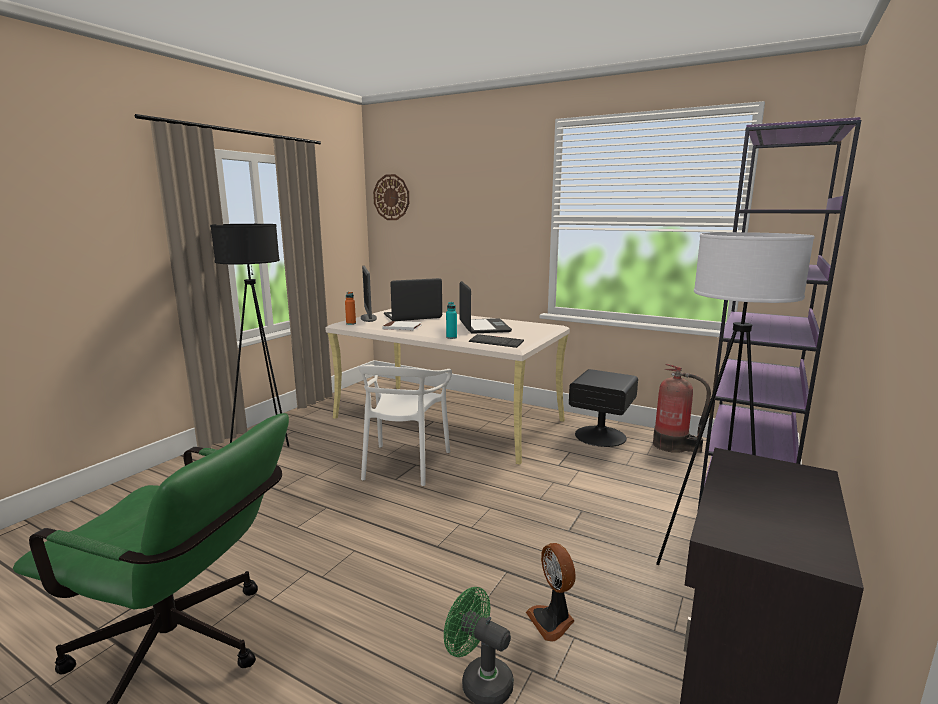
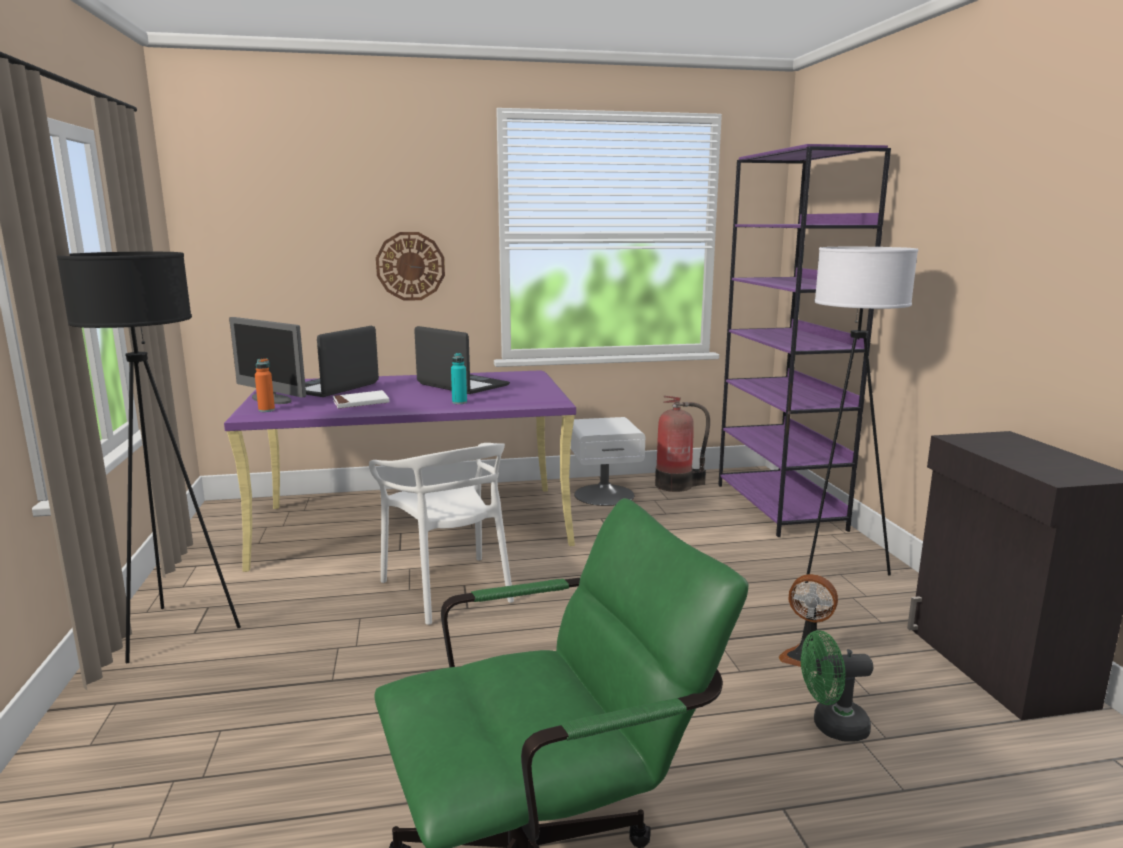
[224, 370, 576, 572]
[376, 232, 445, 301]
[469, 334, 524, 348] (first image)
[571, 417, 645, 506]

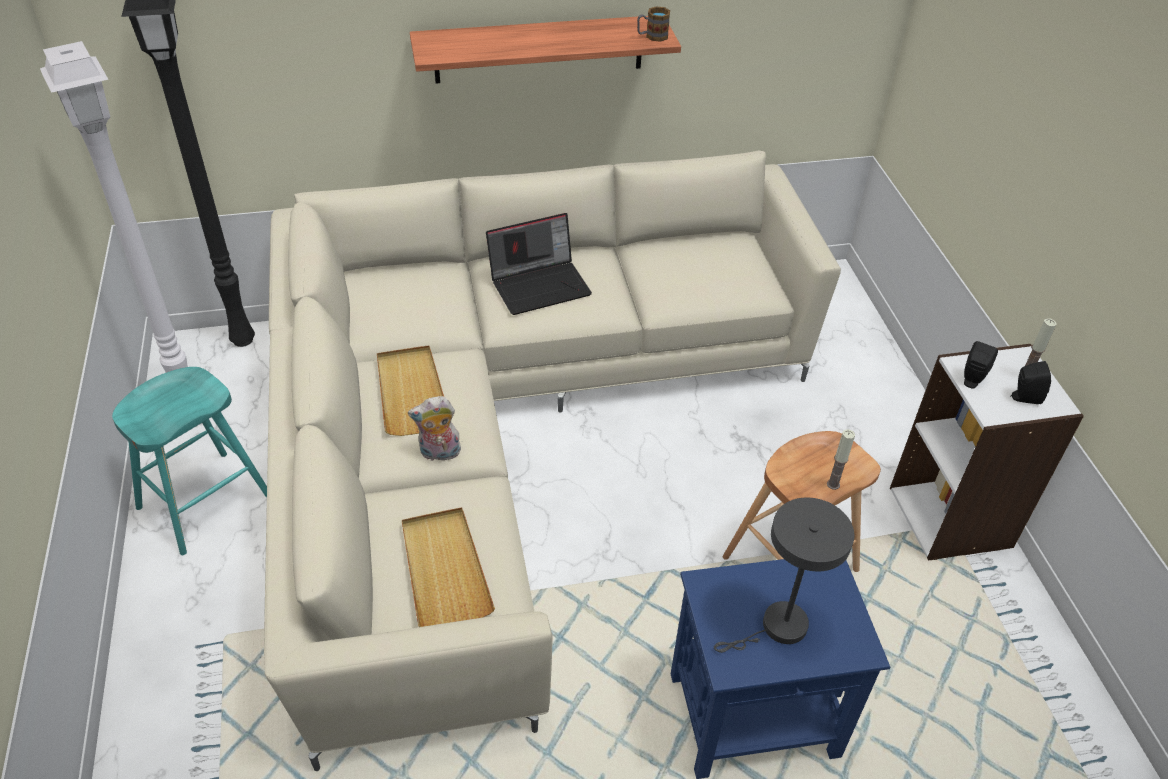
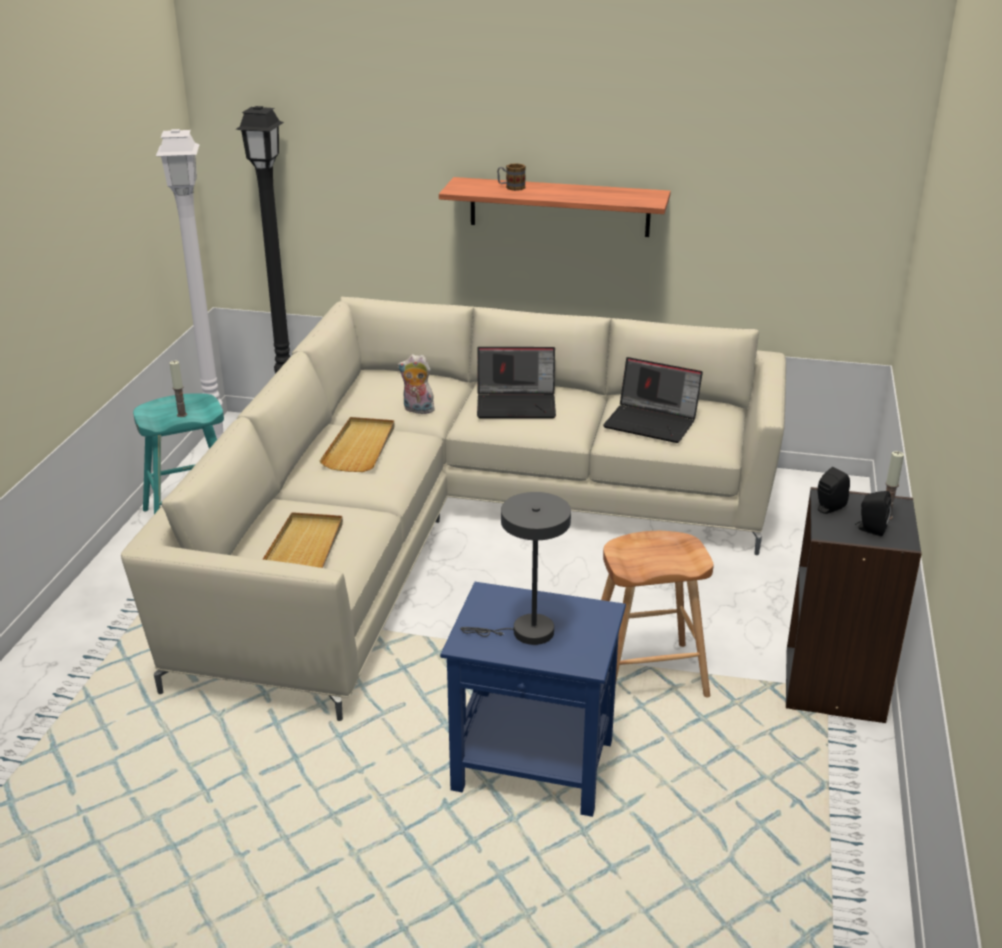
[397, 354, 435, 414]
[497, 163, 526, 191]
[169, 361, 187, 417]
[786, 487, 922, 723]
[603, 357, 703, 443]

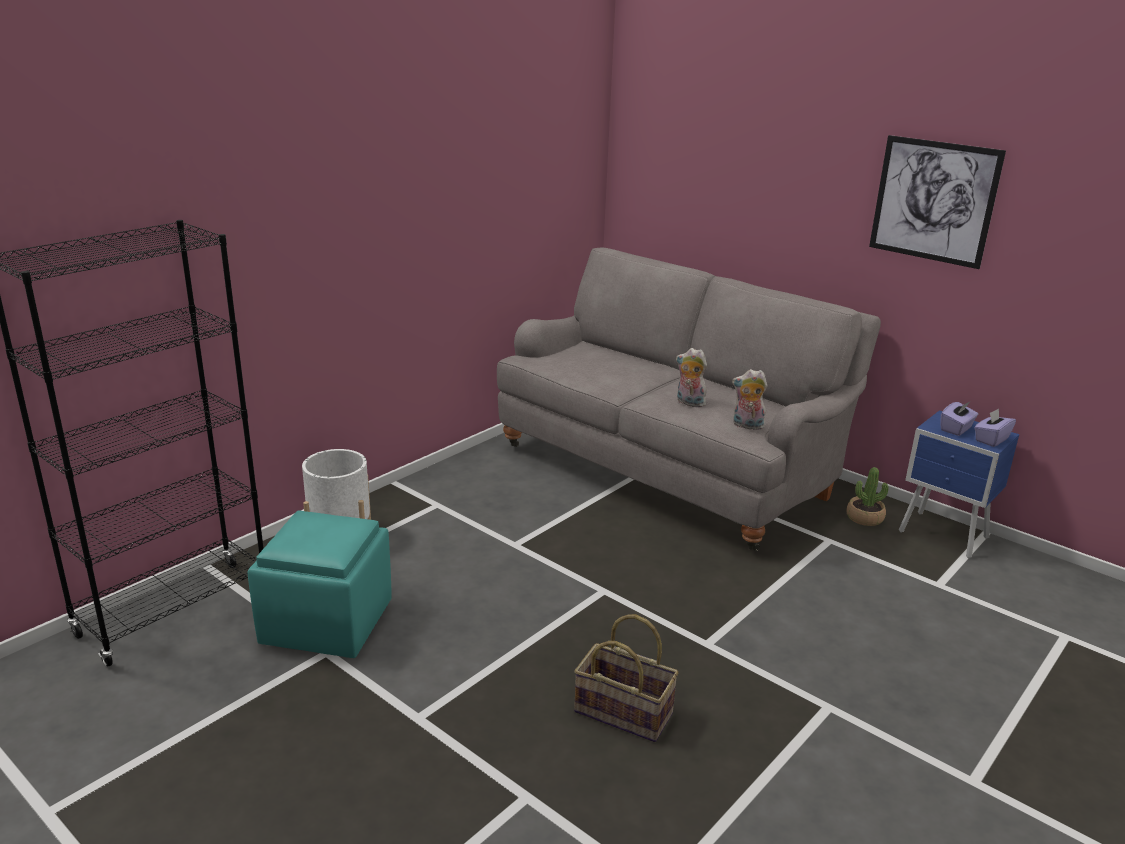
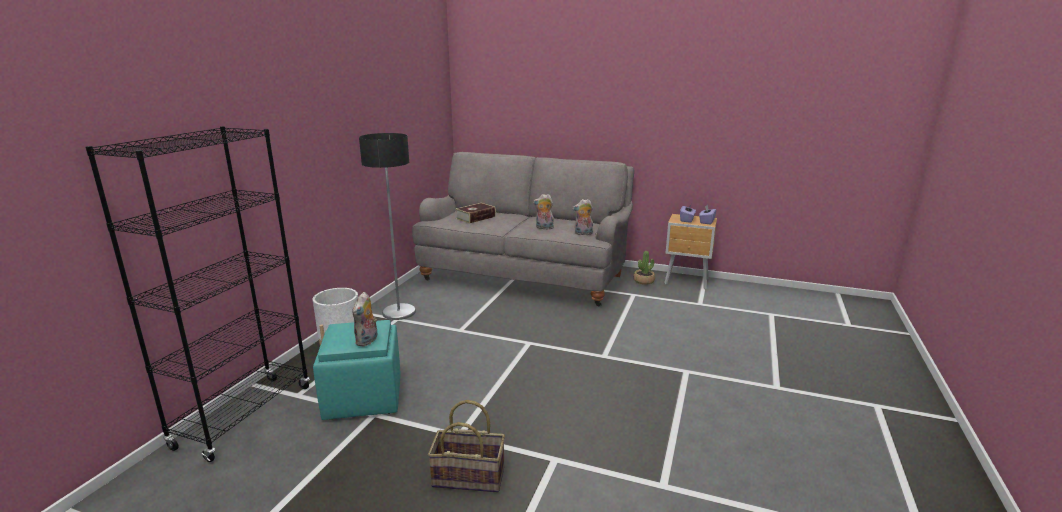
[428, 400, 505, 492]
[869, 135, 1006, 269] (first image)
[664, 214, 717, 290]
[352, 292, 378, 346]
[359, 133, 416, 320]
[456, 203, 496, 224]

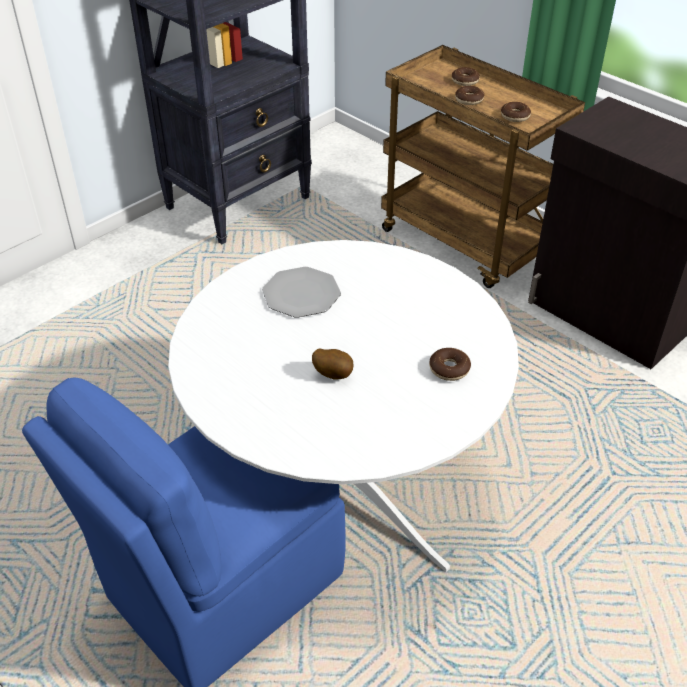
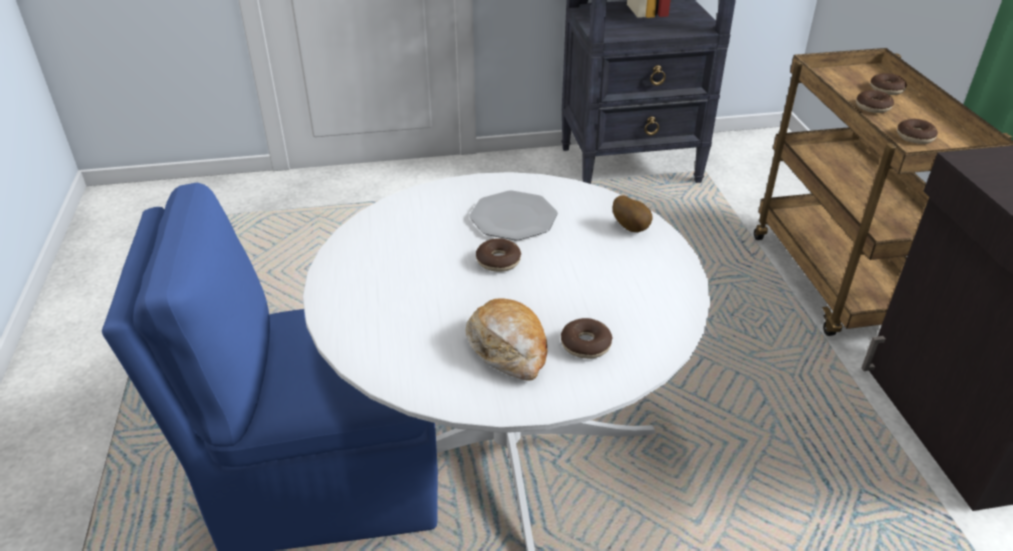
[612, 195, 653, 232]
[466, 298, 548, 381]
[476, 238, 521, 272]

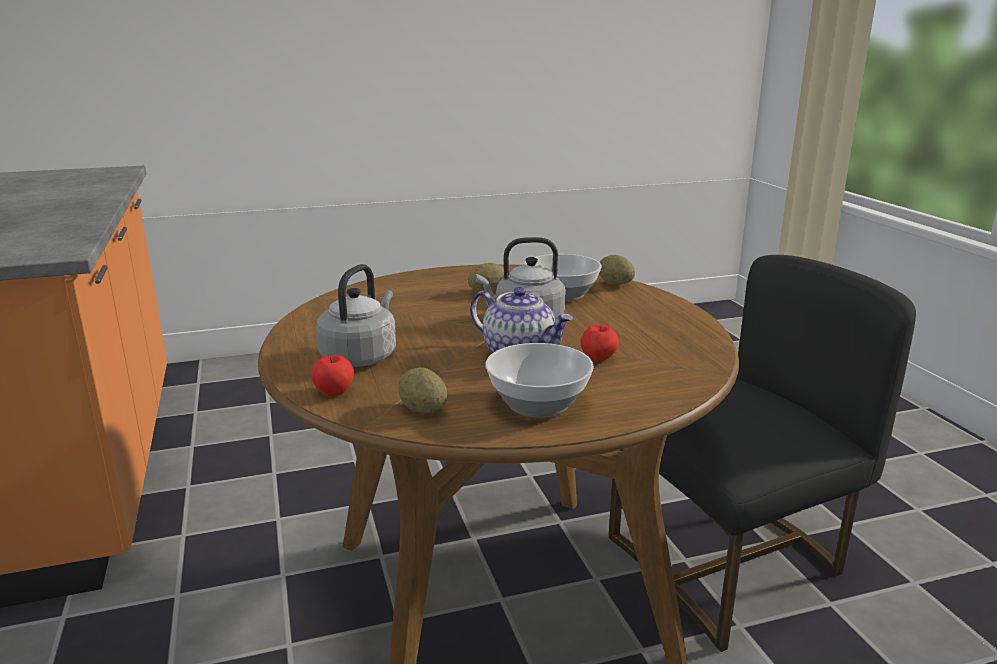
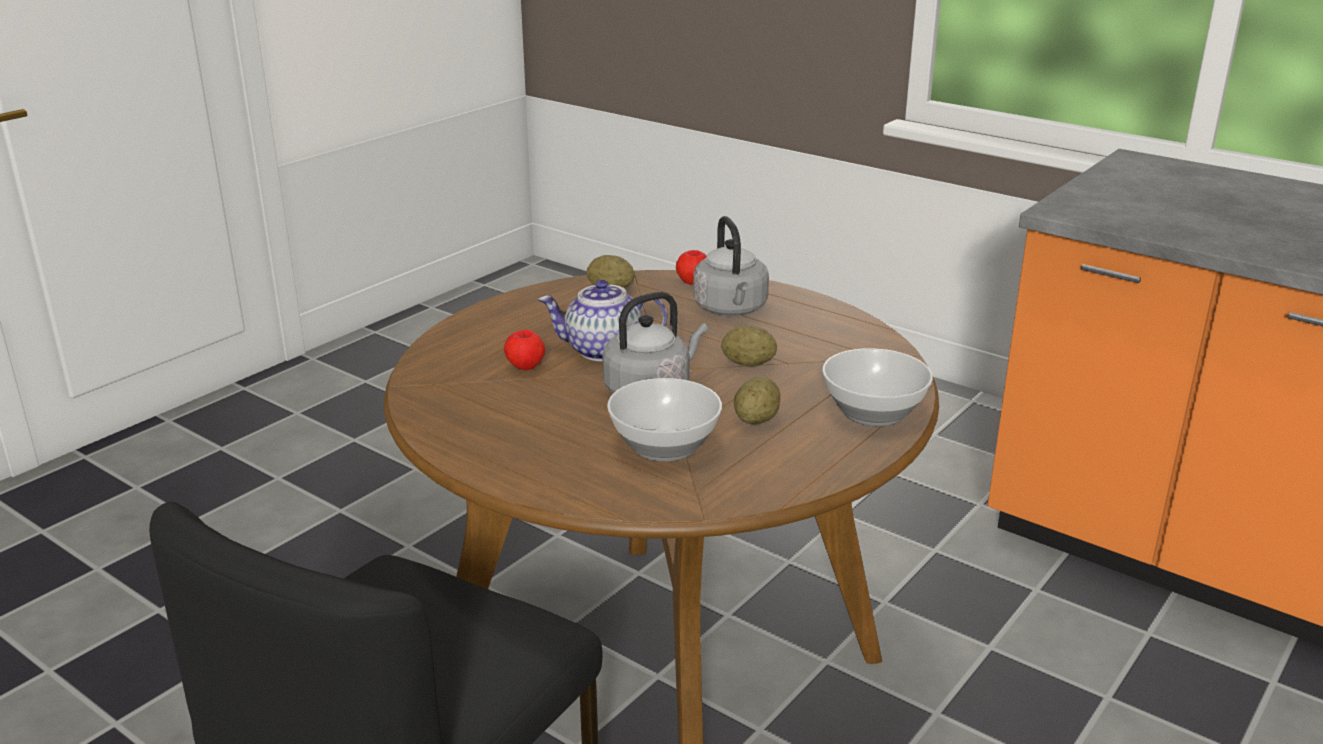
[822, 348, 933, 427]
[721, 325, 777, 367]

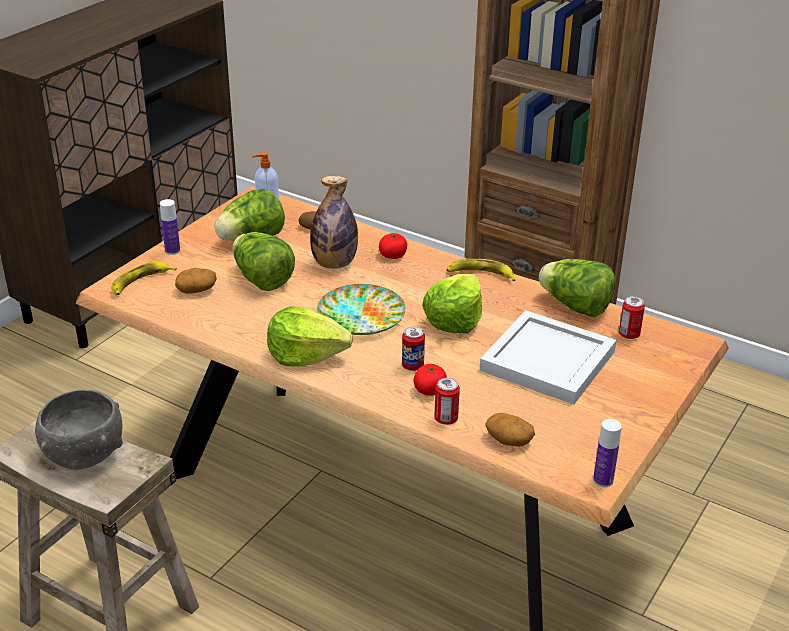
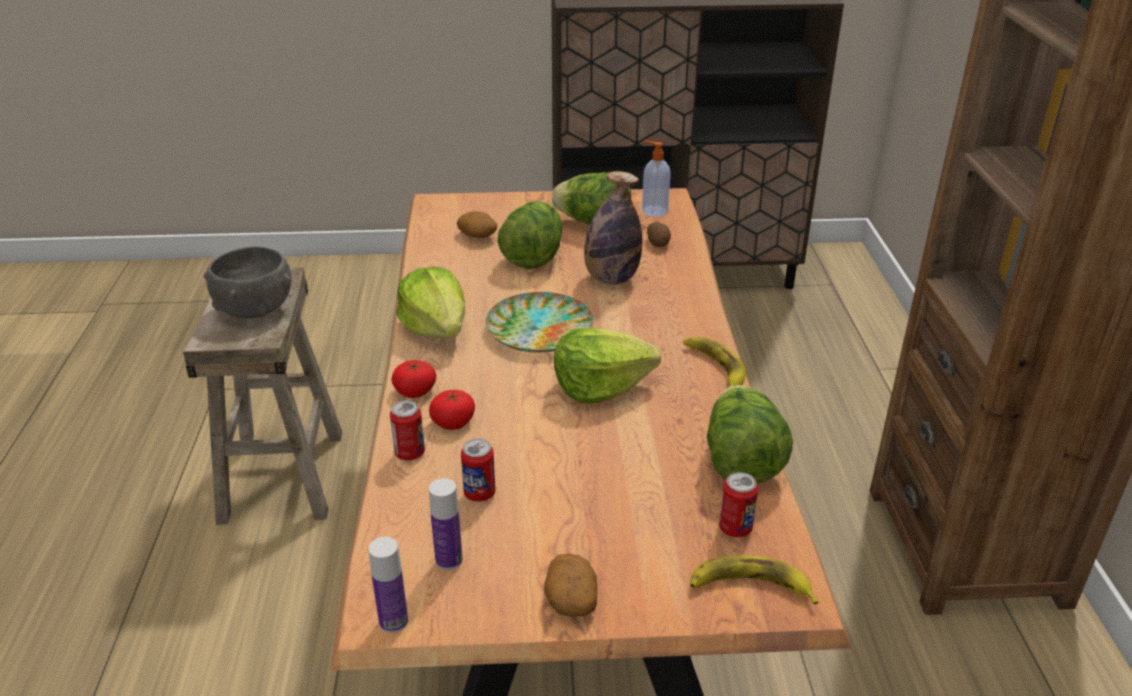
[690, 555, 819, 604]
[429, 478, 463, 570]
[392, 360, 436, 398]
[461, 439, 496, 502]
[480, 310, 616, 405] (first image)
[544, 554, 597, 617]

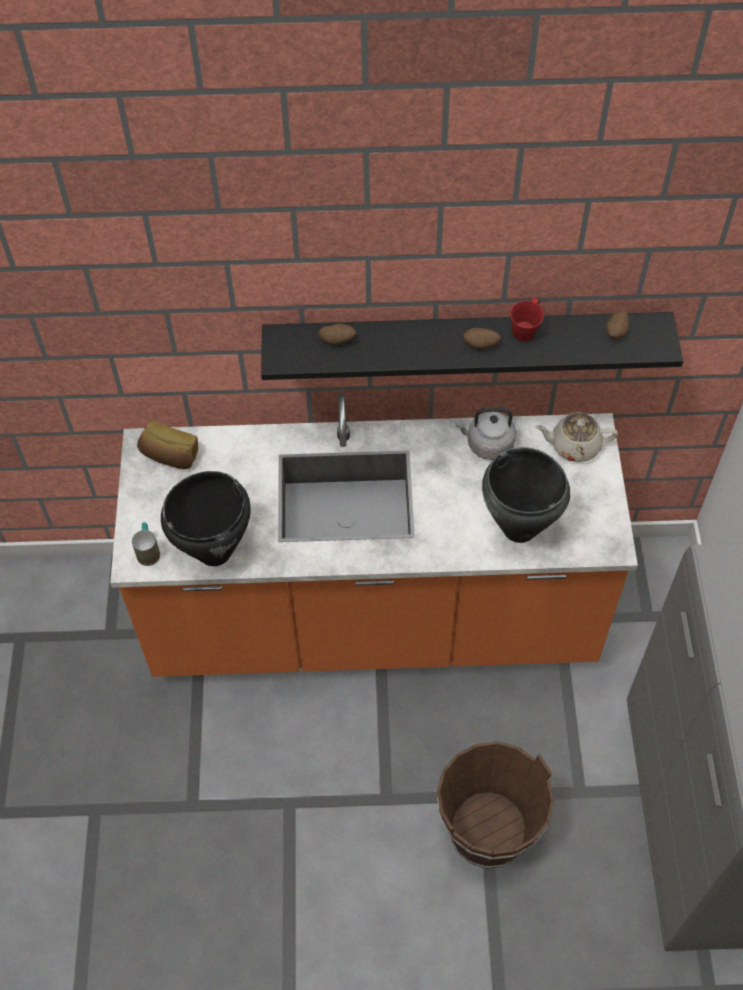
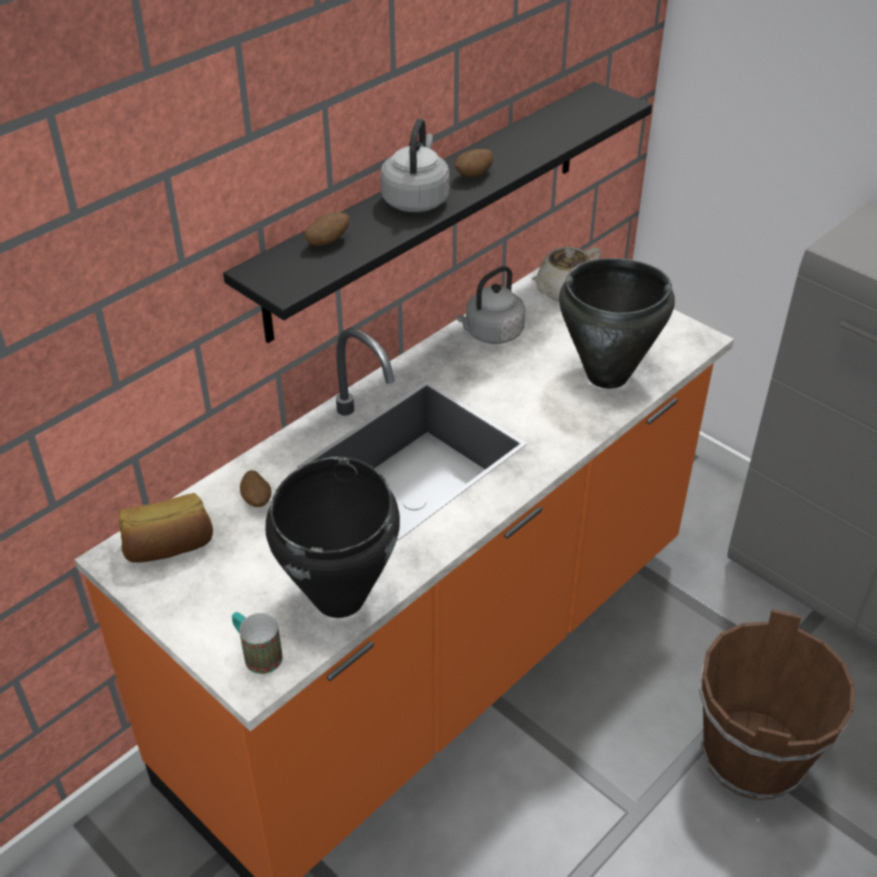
[510, 298, 544, 342] (first image)
[240, 470, 271, 507]
[380, 118, 449, 212]

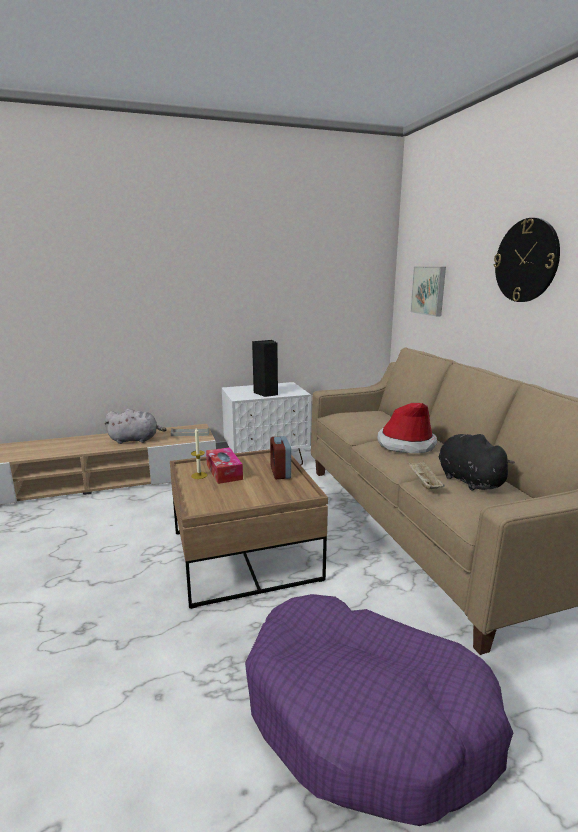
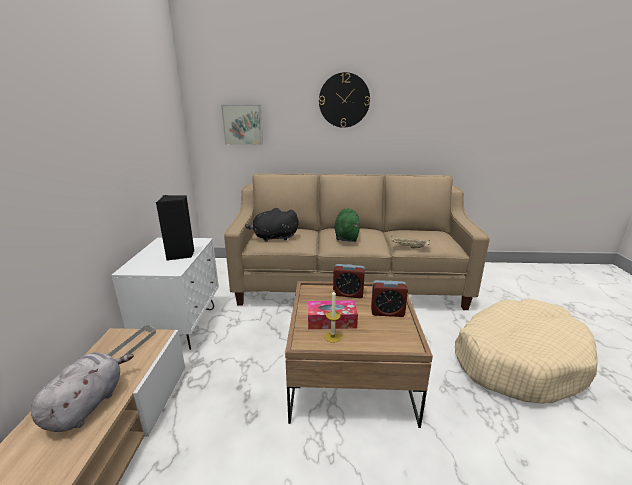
[455, 299, 598, 403]
[334, 208, 360, 242]
[245, 208, 299, 242]
[371, 280, 408, 317]

